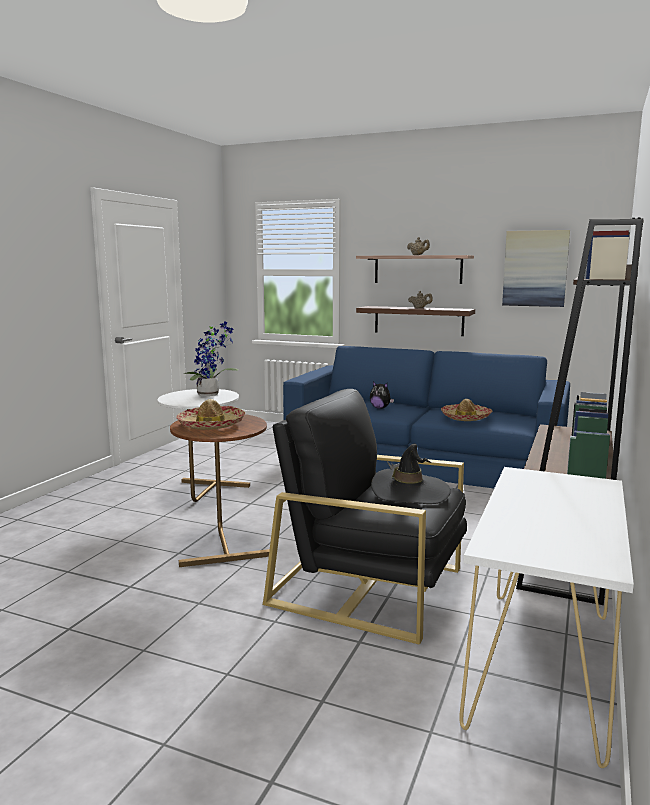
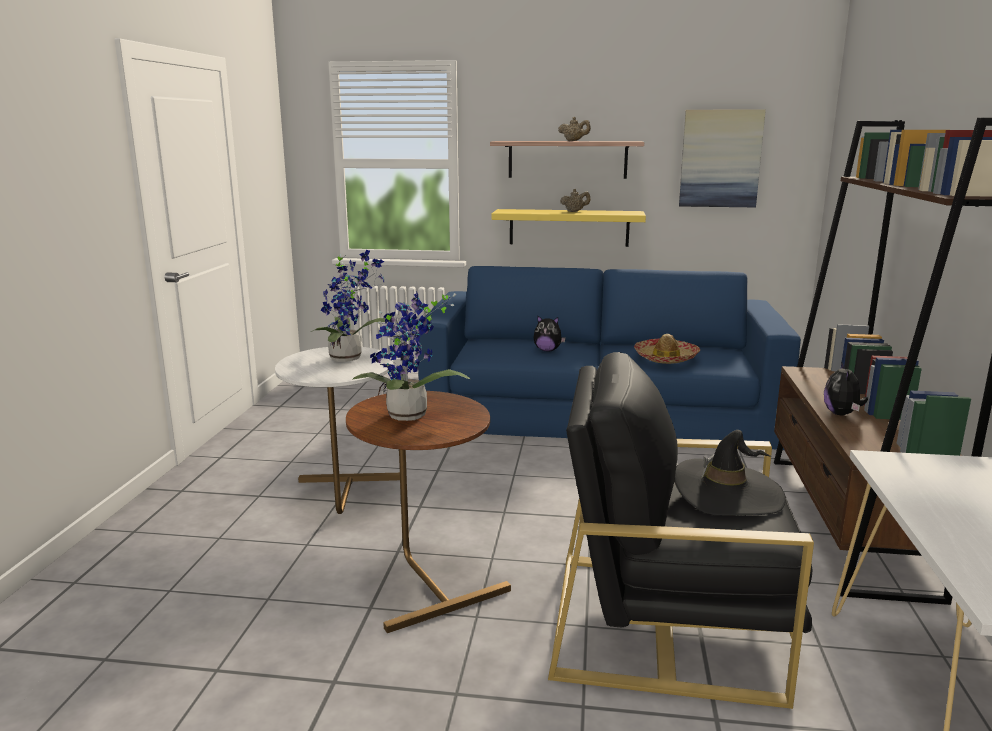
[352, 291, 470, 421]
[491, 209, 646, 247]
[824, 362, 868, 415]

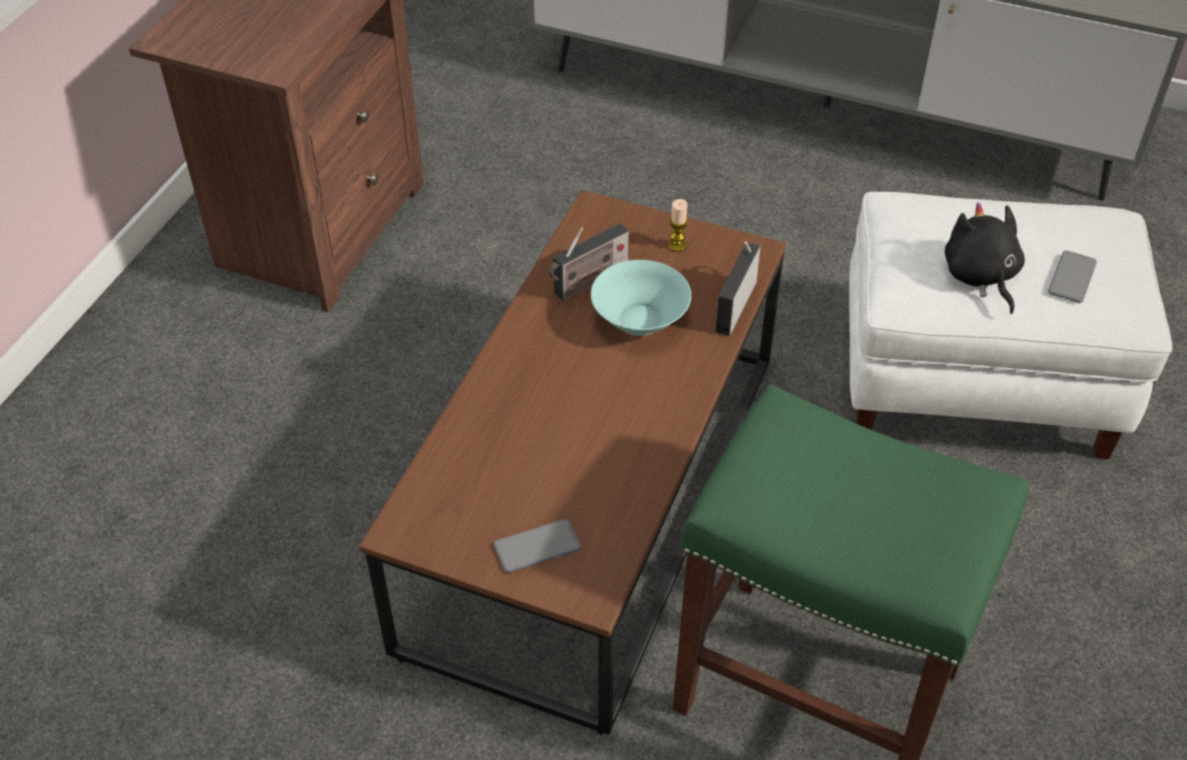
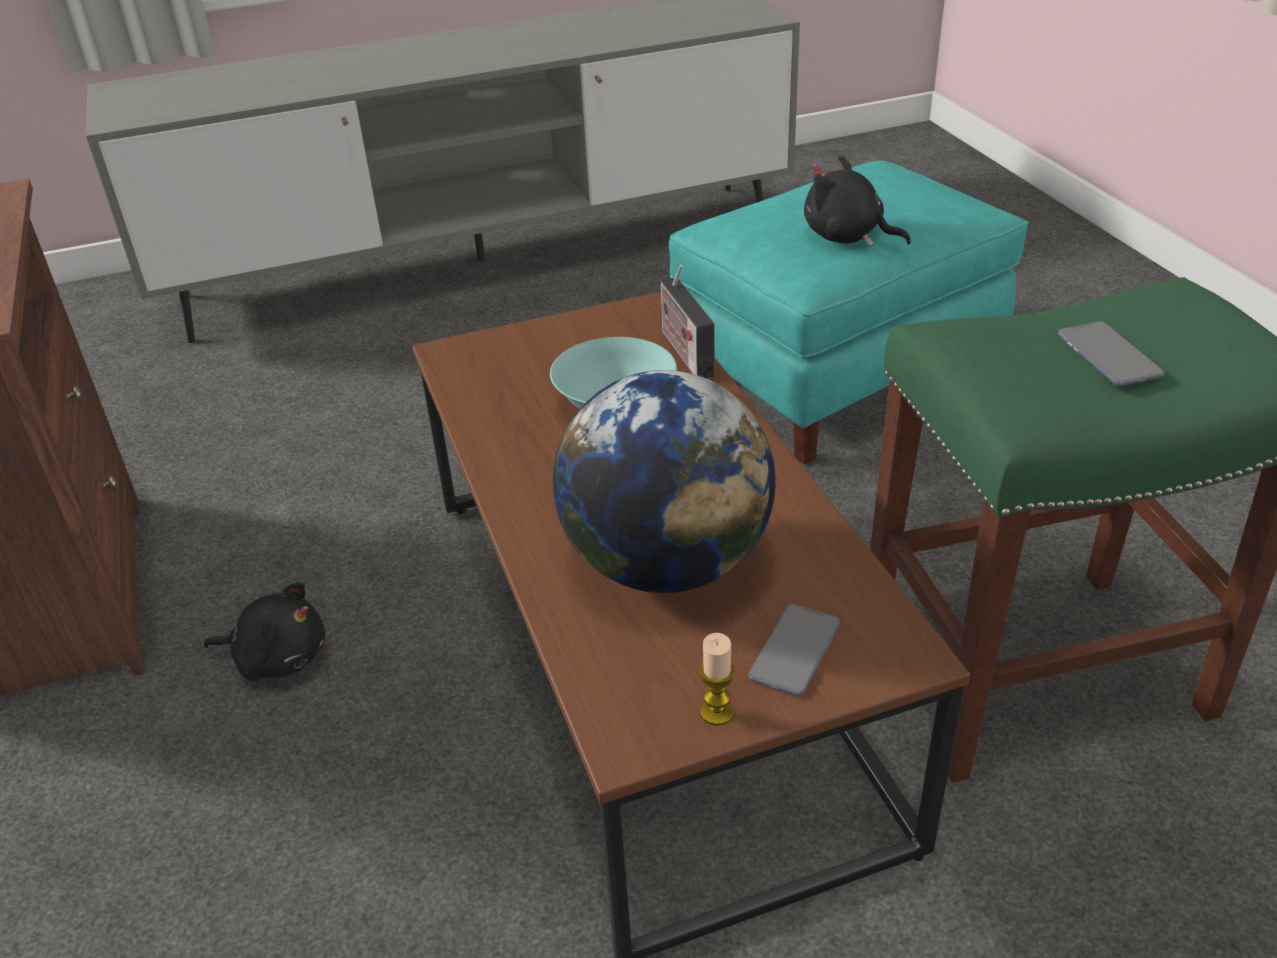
[548, 223, 629, 301] (first image)
[700, 633, 735, 726]
[669, 160, 1029, 464]
[1058, 321, 1165, 386]
[204, 582, 325, 681]
[553, 370, 776, 593]

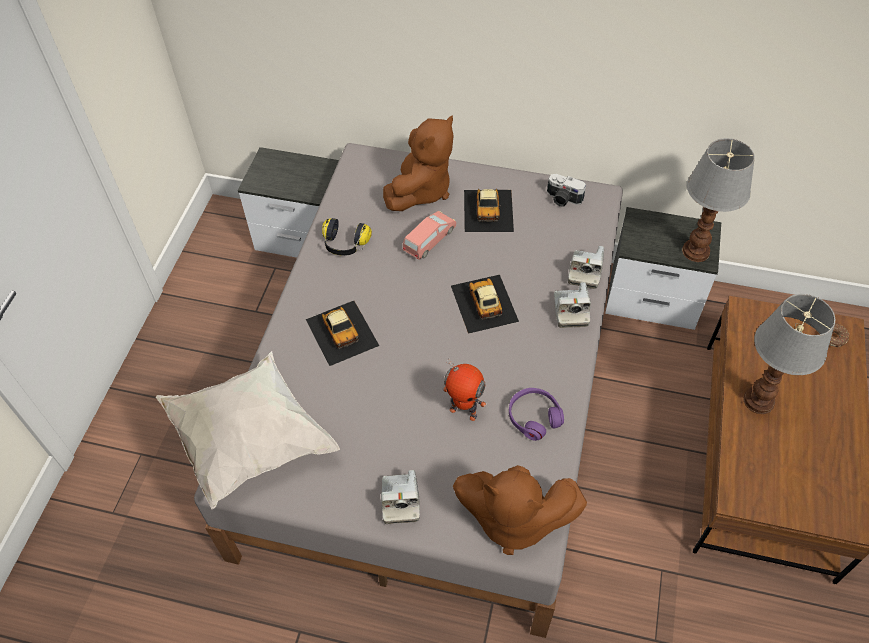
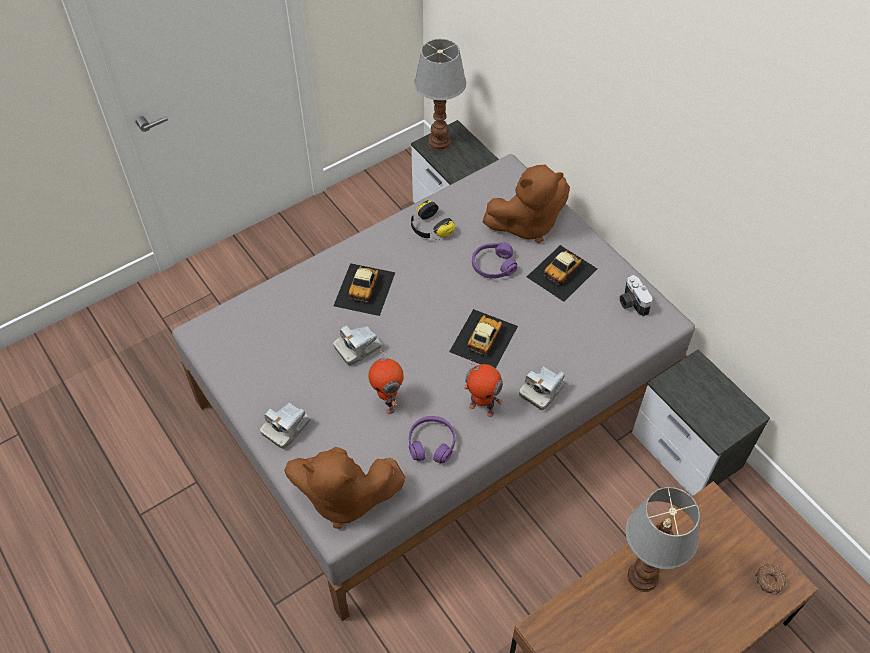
[156, 351, 340, 509] (first image)
[472, 242, 517, 278]
[284, 447, 406, 529]
[333, 326, 382, 366]
[414, 39, 466, 151]
[464, 359, 503, 417]

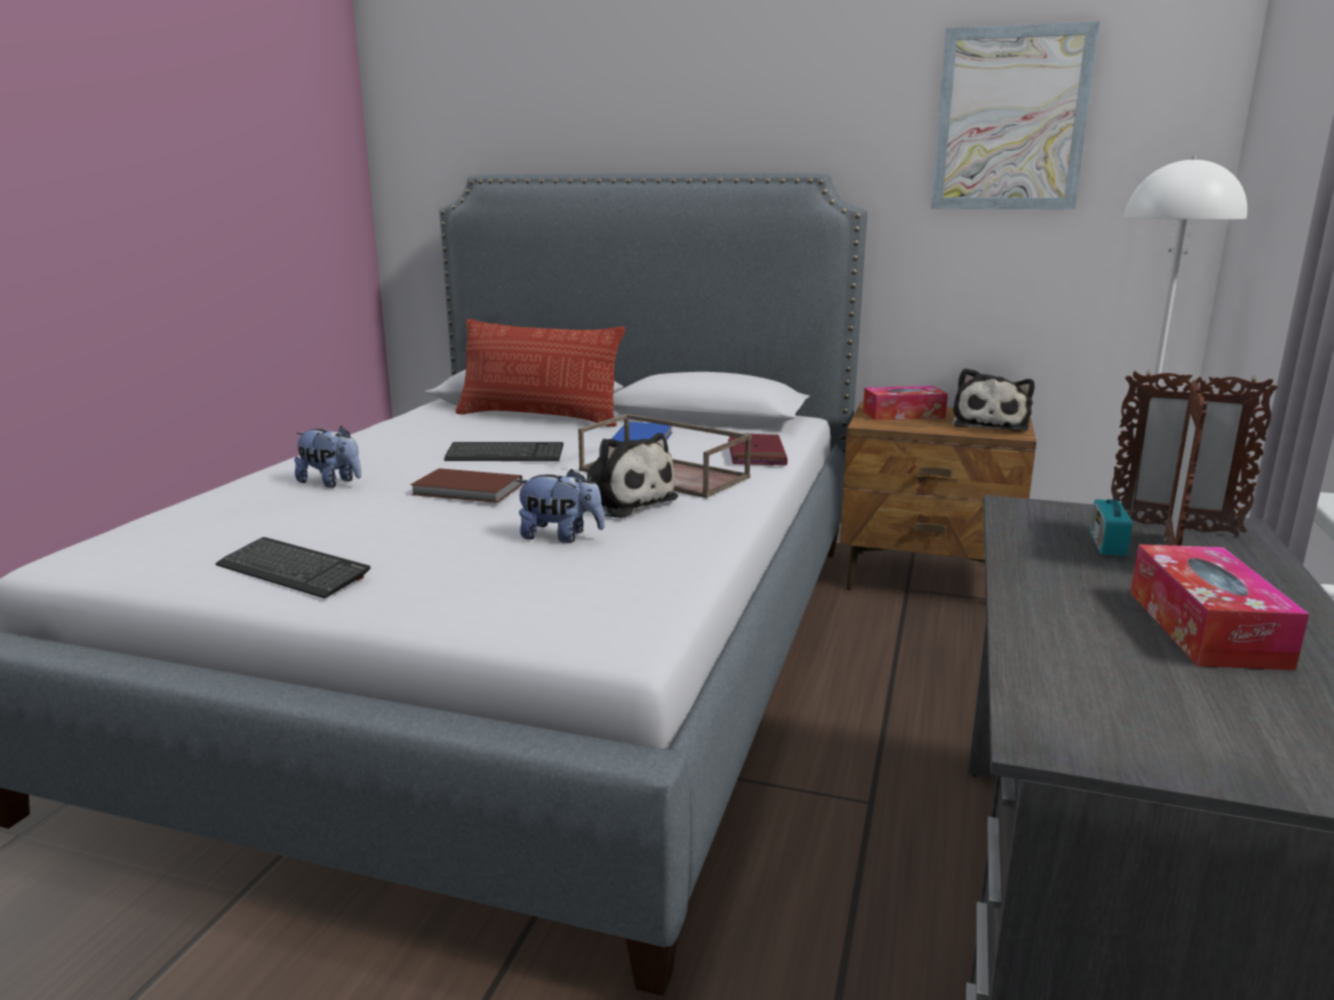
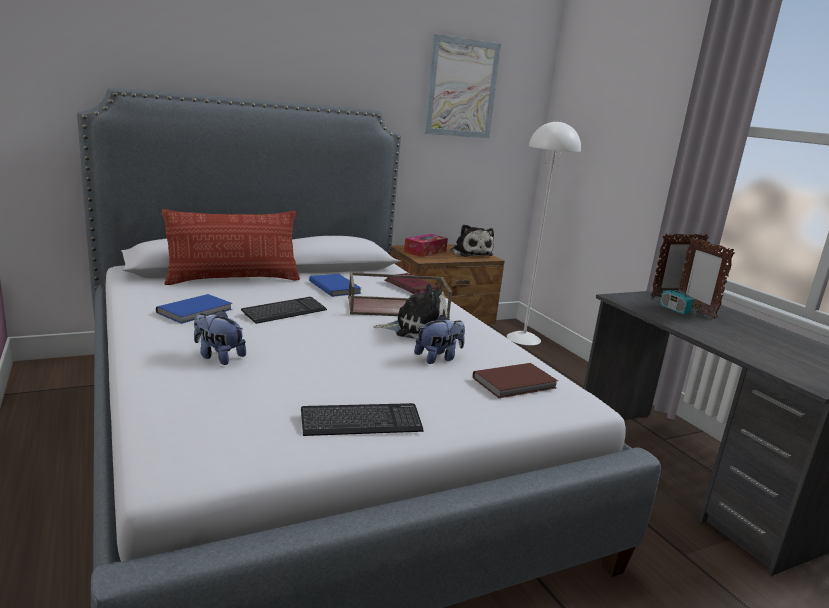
[194, 310, 246, 365]
[473, 363, 558, 398]
[1130, 544, 1309, 670] (first image)
[156, 294, 232, 324]

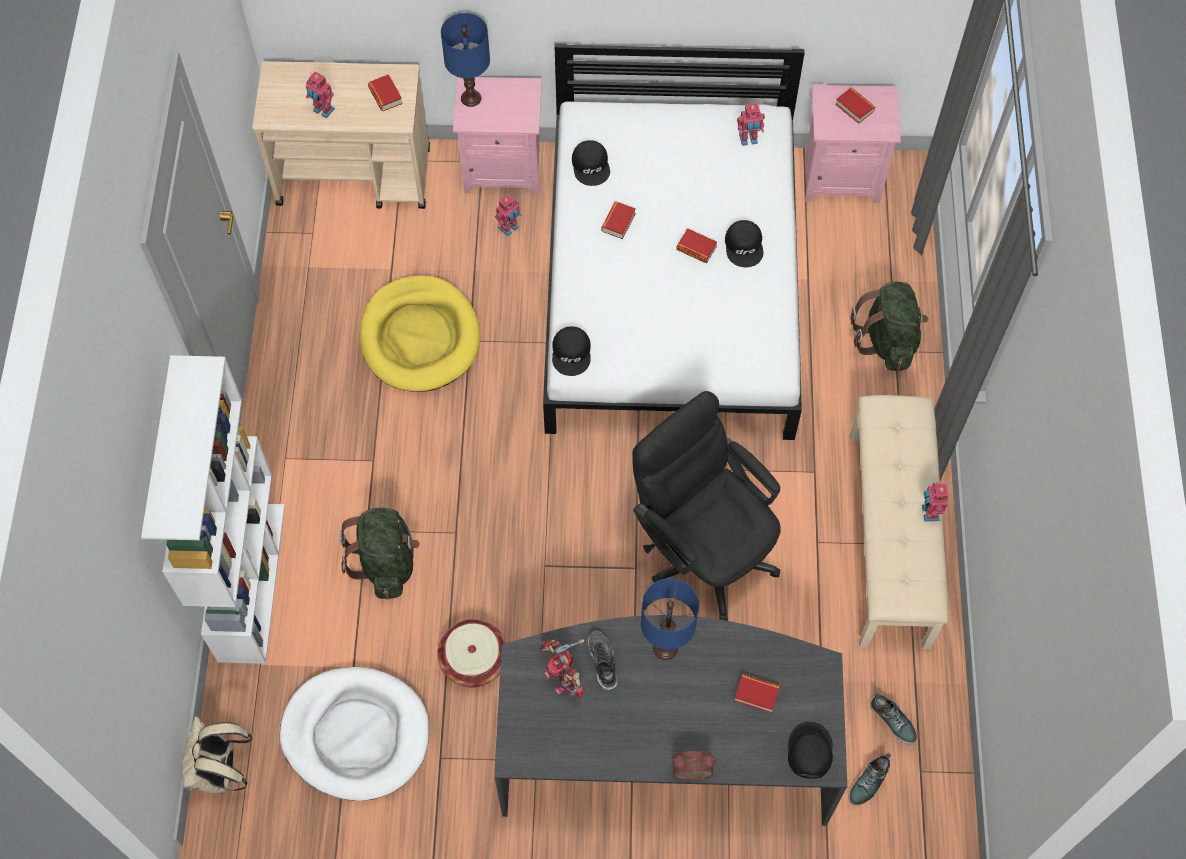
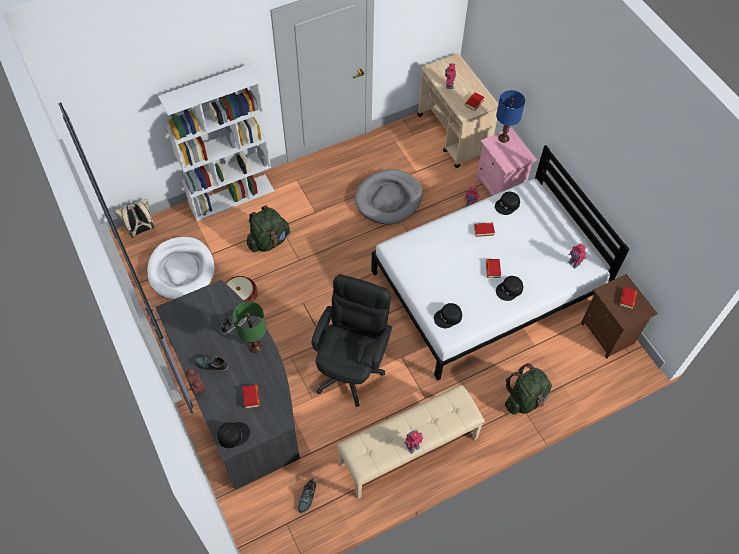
[355, 169, 423, 224]
[540, 639, 585, 698] (first image)
[434, 303, 462, 328]
[233, 301, 266, 353]
[581, 274, 658, 359]
[194, 356, 228, 371]

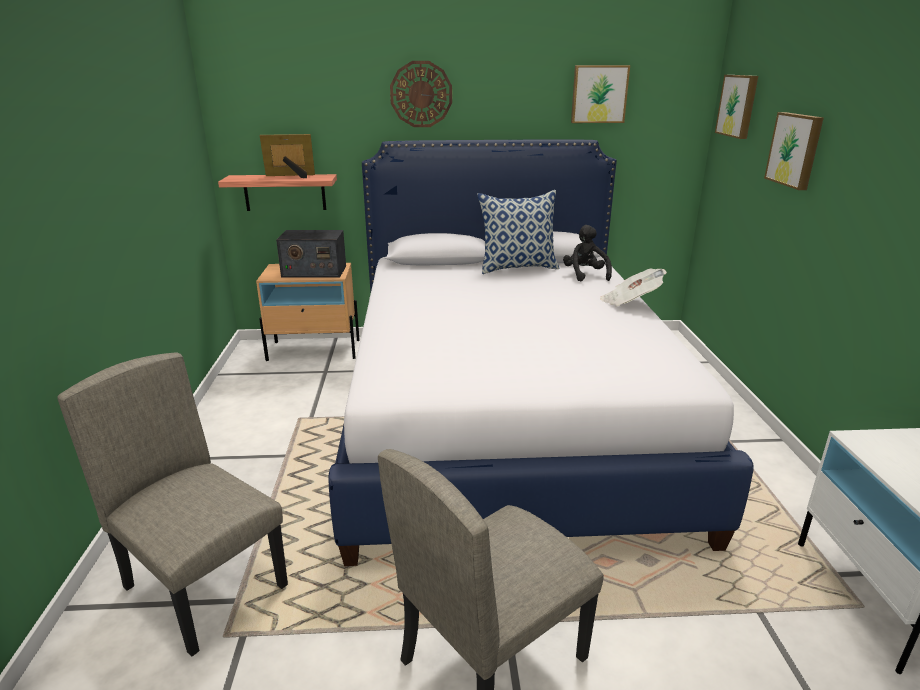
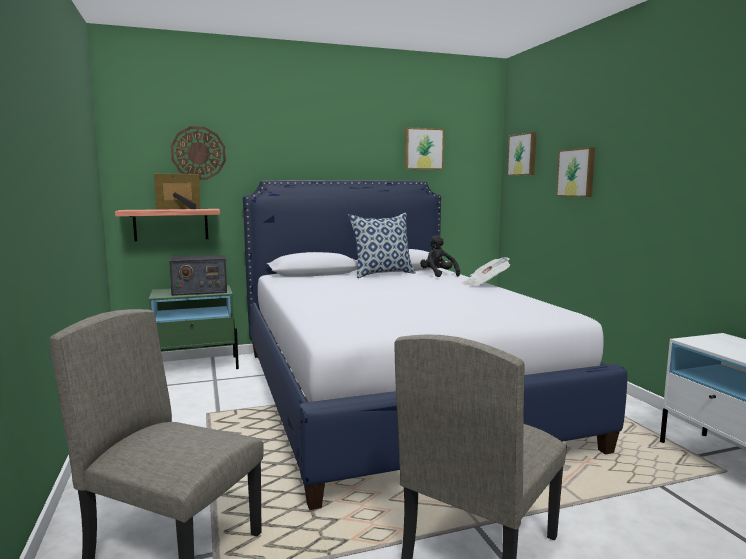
[149, 285, 239, 369]
[171, 126, 226, 180]

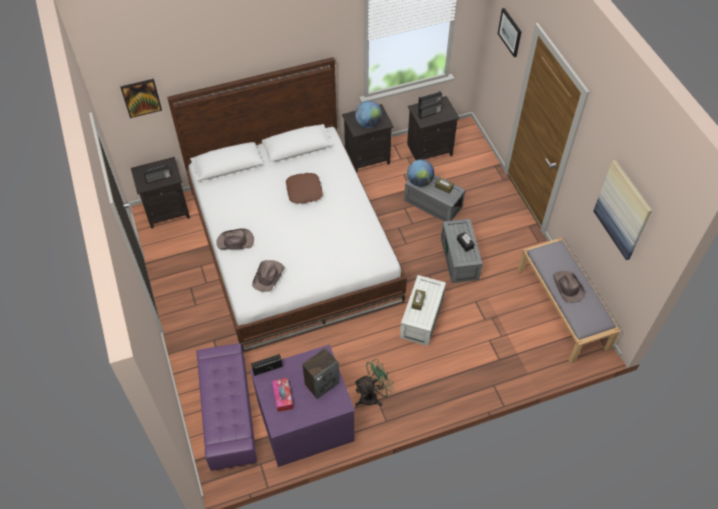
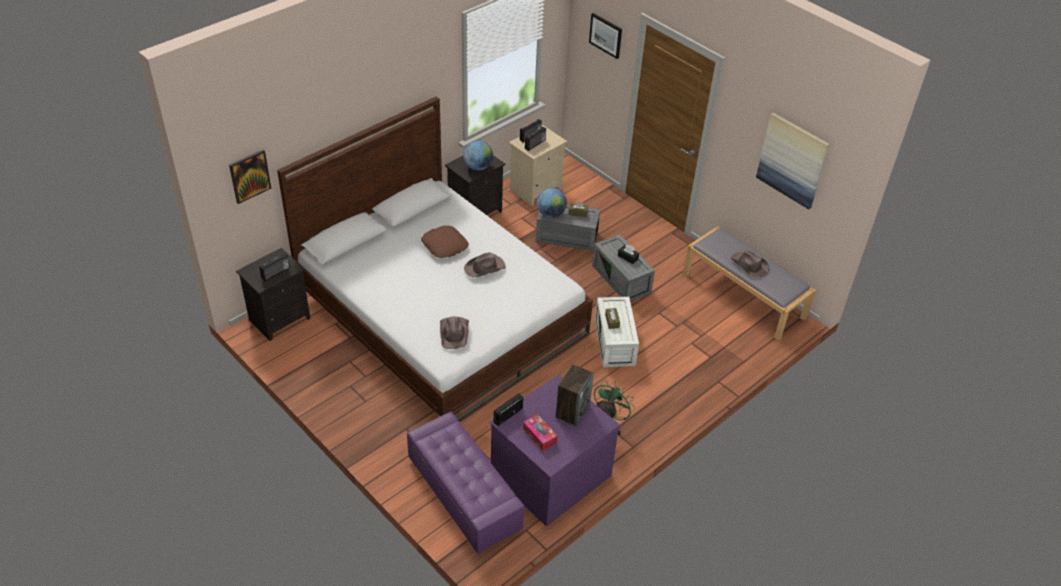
[464, 252, 505, 277]
[509, 125, 567, 206]

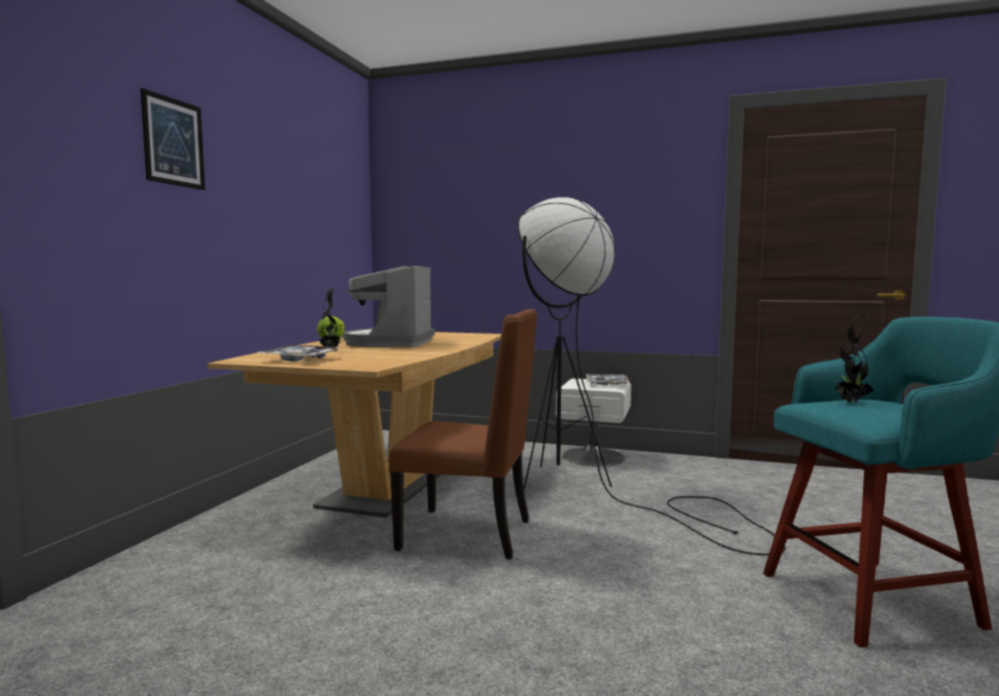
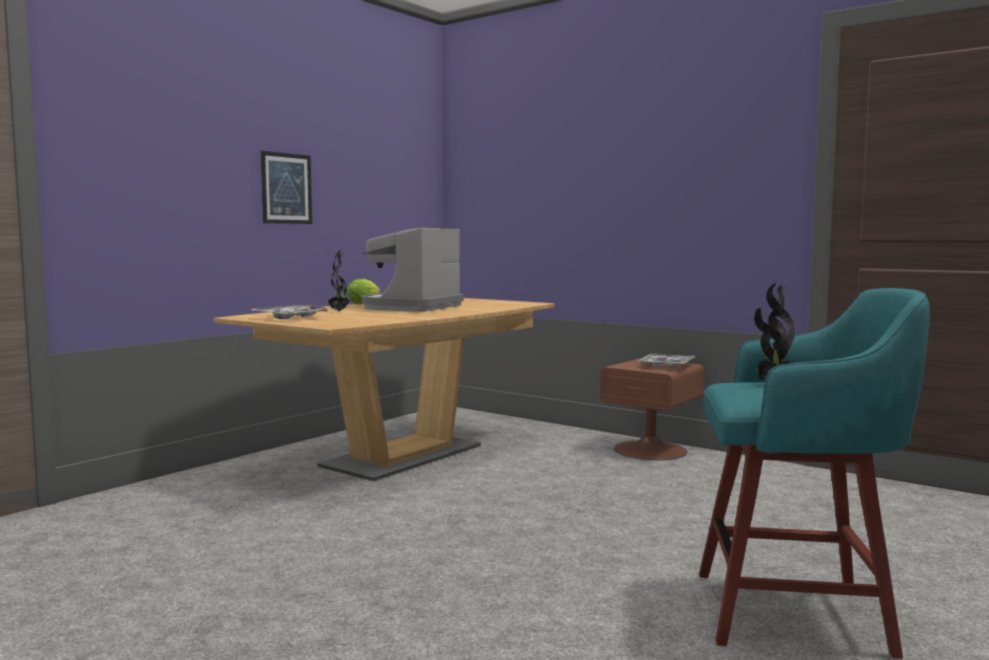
[261, 151, 312, 224]
[389, 309, 538, 560] (first image)
[518, 197, 786, 555] (first image)
[600, 358, 704, 460]

